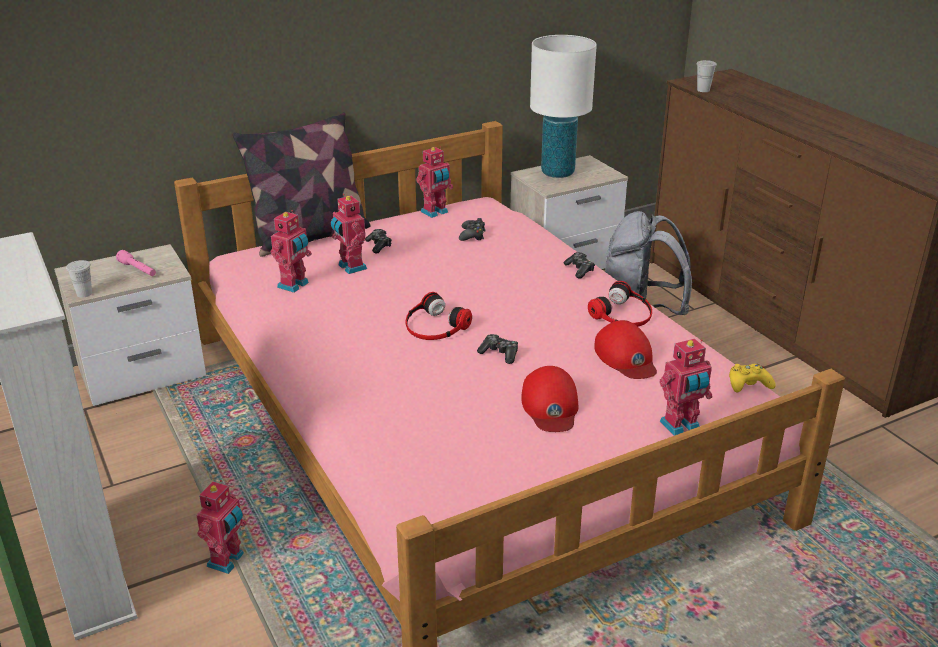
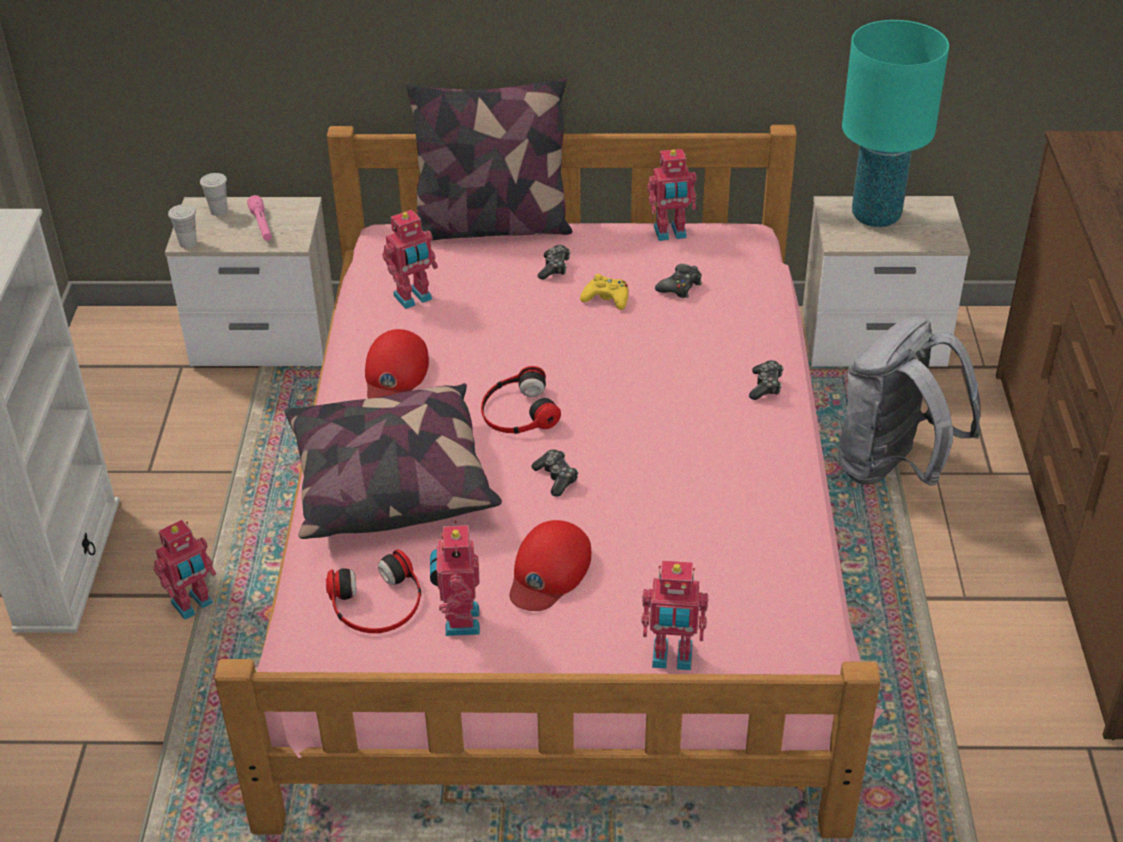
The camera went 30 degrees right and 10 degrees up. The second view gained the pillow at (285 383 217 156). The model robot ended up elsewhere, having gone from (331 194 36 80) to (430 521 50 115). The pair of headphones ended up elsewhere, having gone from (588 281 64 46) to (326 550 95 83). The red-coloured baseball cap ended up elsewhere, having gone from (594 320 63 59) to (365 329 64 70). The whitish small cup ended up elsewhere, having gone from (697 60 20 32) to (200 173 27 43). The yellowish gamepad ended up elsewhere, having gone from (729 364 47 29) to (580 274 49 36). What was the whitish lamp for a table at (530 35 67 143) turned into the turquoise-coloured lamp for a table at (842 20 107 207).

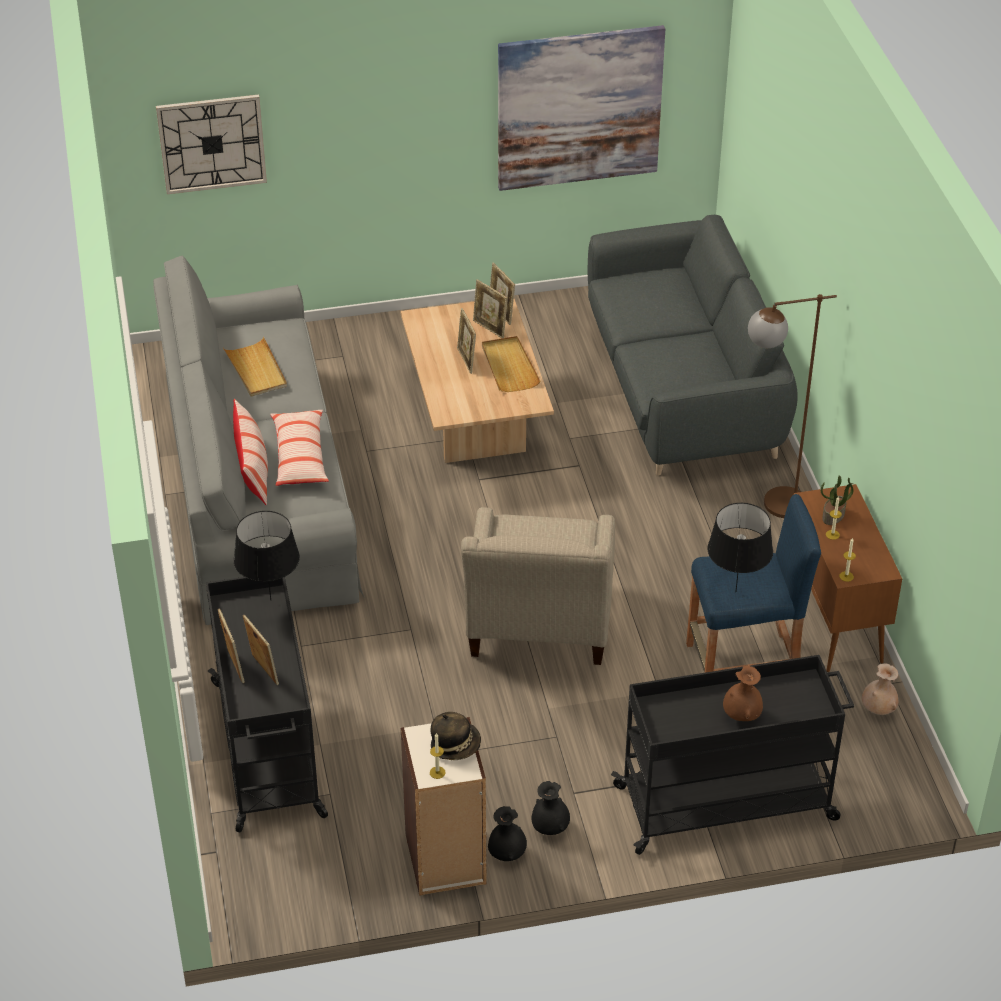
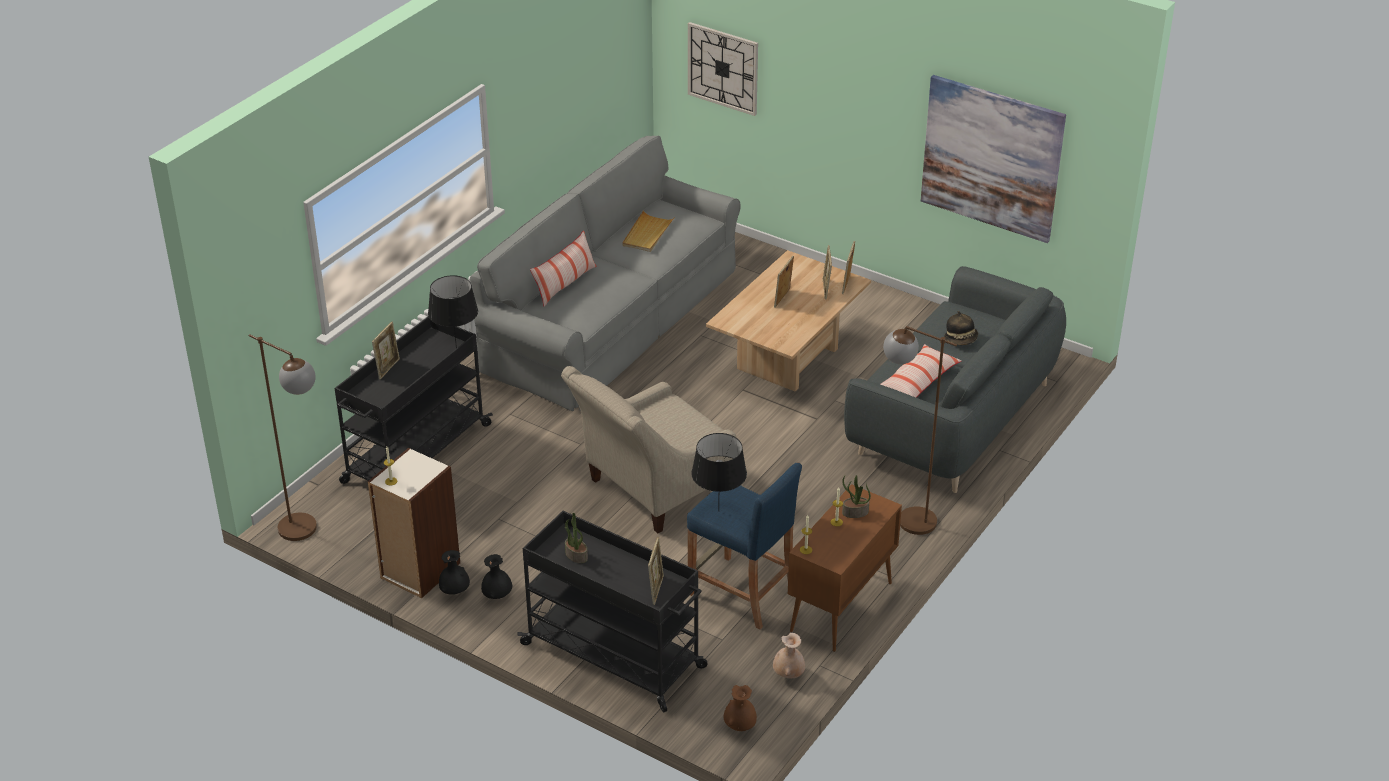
The camera went 45 degrees right and 5 degrees down. The second view lost the sand-coloured tray at (482 336 58 56). The second view gained the brown standing lamp at (249 334 68 207). The second view gained the potted plant at (565 513 23 50). The standing frame ended up elsewhere, having gone from (243 615 36 70) to (648 537 16 68). The pillow ended up elsewhere, having gone from (270 410 59 76) to (880 344 82 54). The wearable hat ended up elsewhere, having gone from (431 712 50 48) to (944 311 34 34). The brown flower vase ended up elsewhere, having gone from (723 666 40 55) to (724 685 33 46).

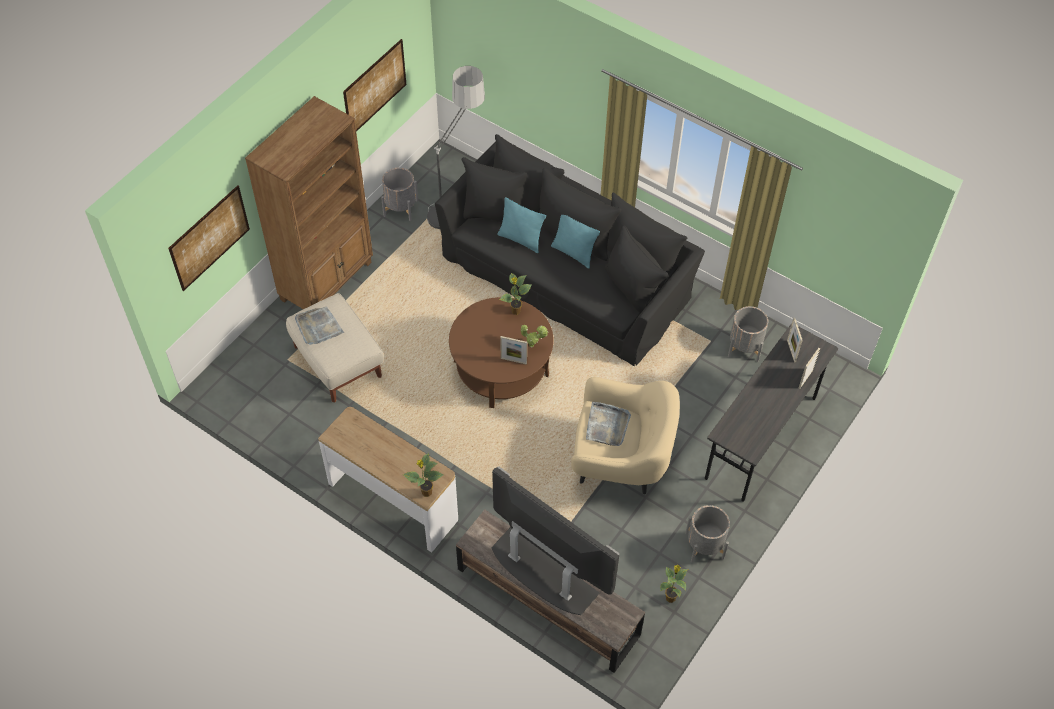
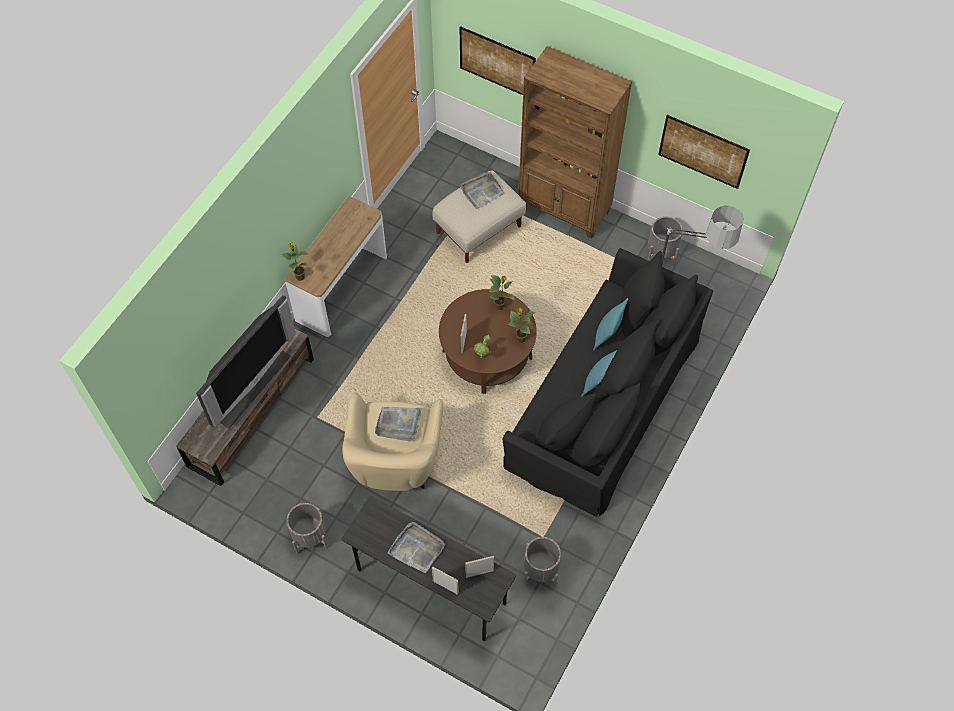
The camera went 85 degrees right and 5 degrees up. The second view gained the greyish tray at (387 522 58 51). The potted plant ended up elsewhere, having gone from (660 565 28 38) to (489 275 26 35).

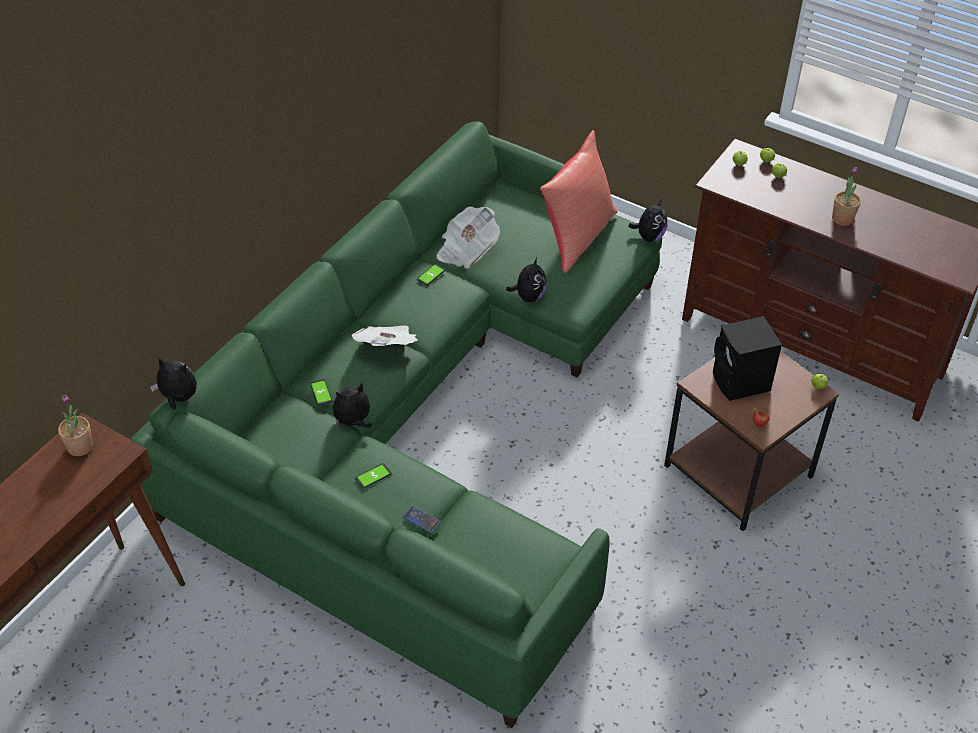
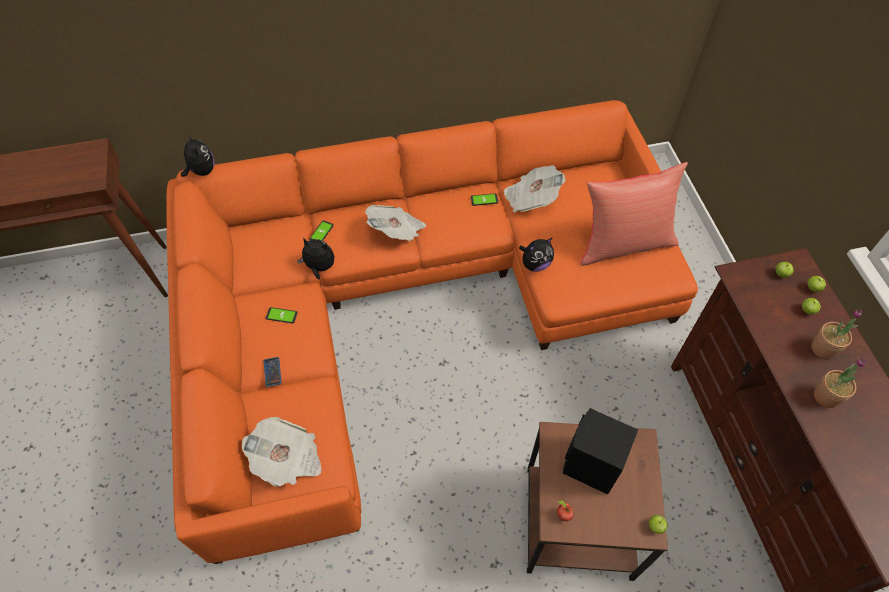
The camera went 45 degrees right and 10 degrees up. The second view lost the cuddly toy at (628 200 39 42). The second view gained the daily paper at (242 417 80 70). The potted plant ended up elsewhere, having gone from (58 395 35 61) to (811 309 51 50). What was the green couch at (130 121 532 607) turned into the orange couch at (166 100 532 464).

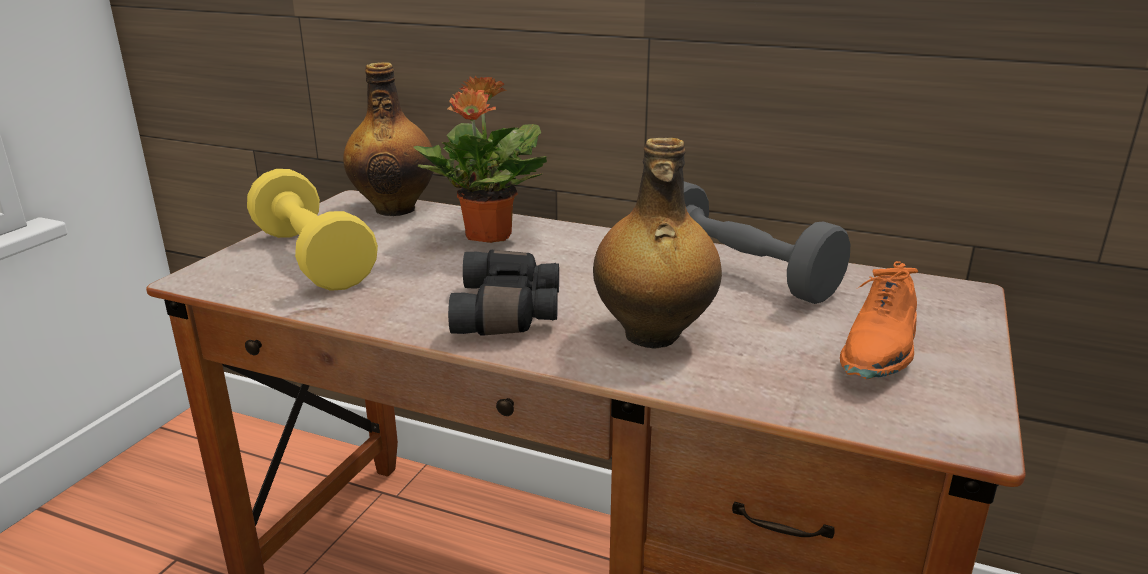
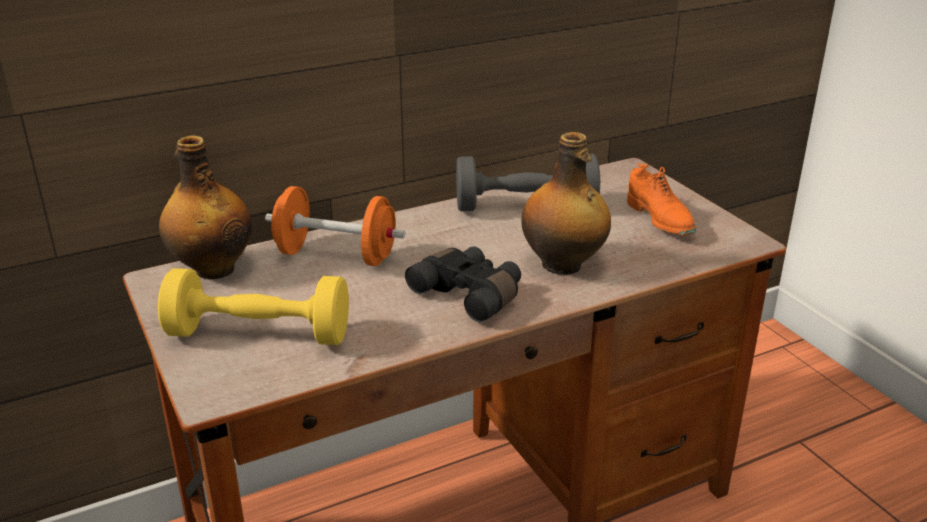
The camera went 50 degrees left and 5 degrees up. Where the potted plant stood at (413 76 134 167), the orange free weight came to stand at (265 186 140 80).

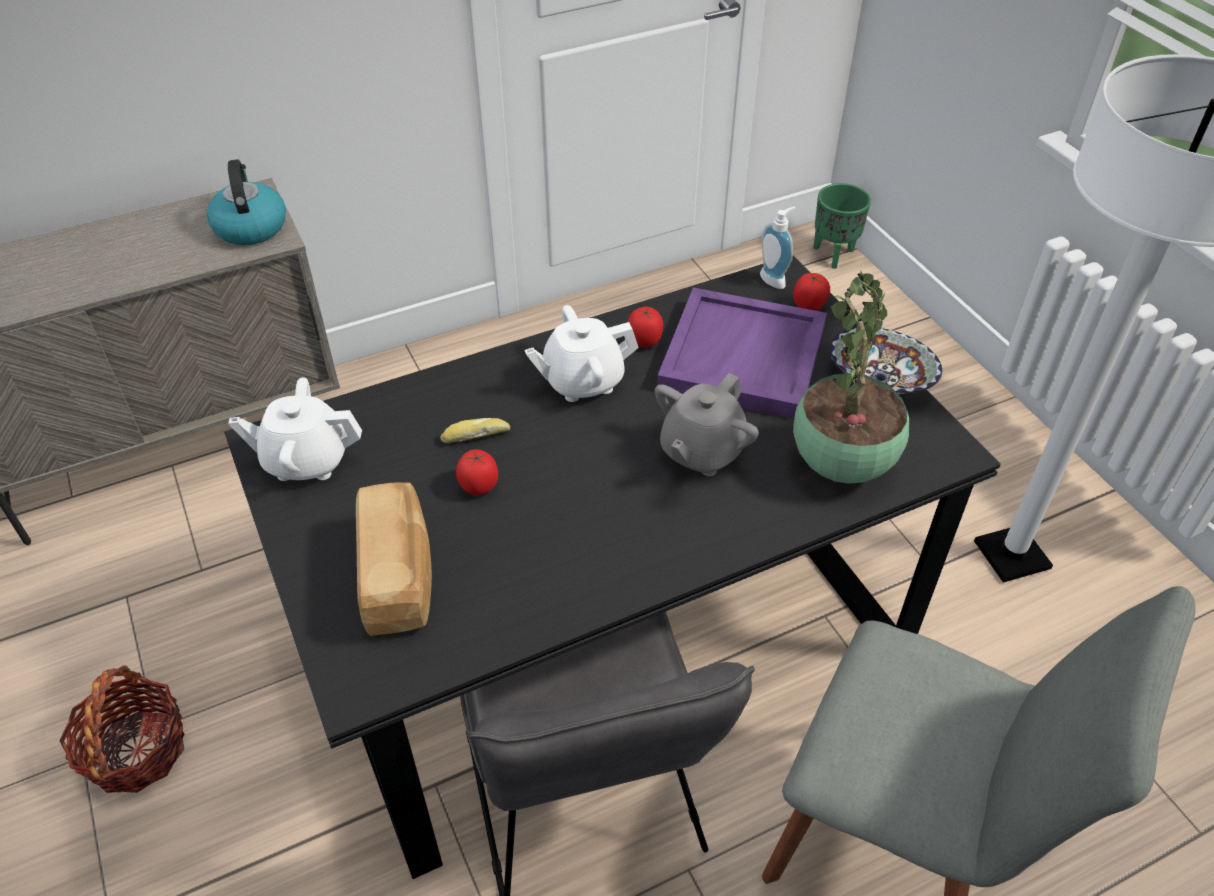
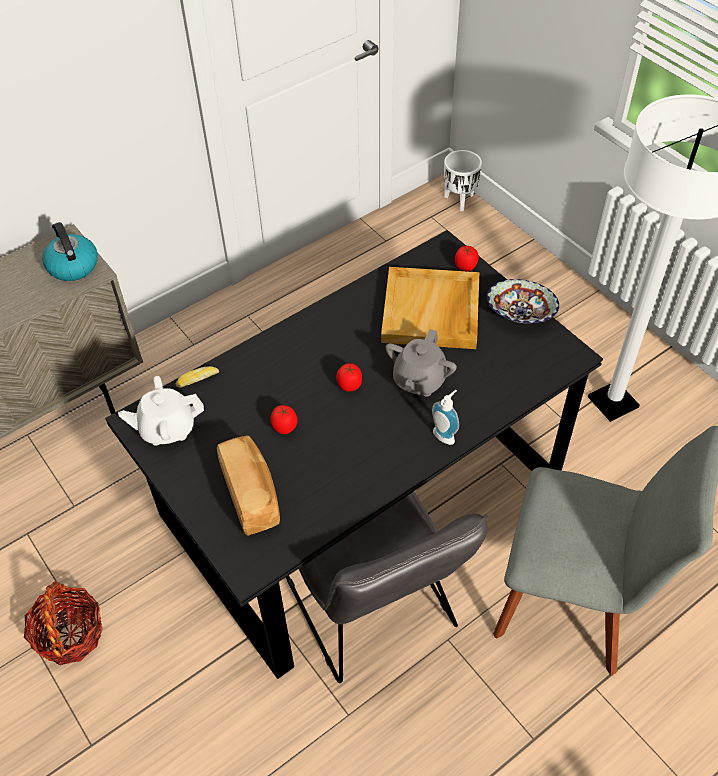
The camera went 10 degrees left and 5 degrees up. The second view lost the whitish pot for tea at (525 305 114 97). The second view lost the potted plant at (793 271 116 213). The baked bread ended up elsewhere, having gone from (440 418 70 25) to (176 366 43 22). The fresh tomato ended up elsewhere, having gone from (627 307 36 40) to (336 363 26 29). The liquid soap bottle ended up elsewhere, having gone from (760 206 36 83) to (432 390 27 55). What was the purple tray at (657 288 170 131) turned into the sand-coloured tray at (381 267 98 82). What was the green plant pot at (813 183 58 86) turned into the whitish plant pot at (444 150 38 61).

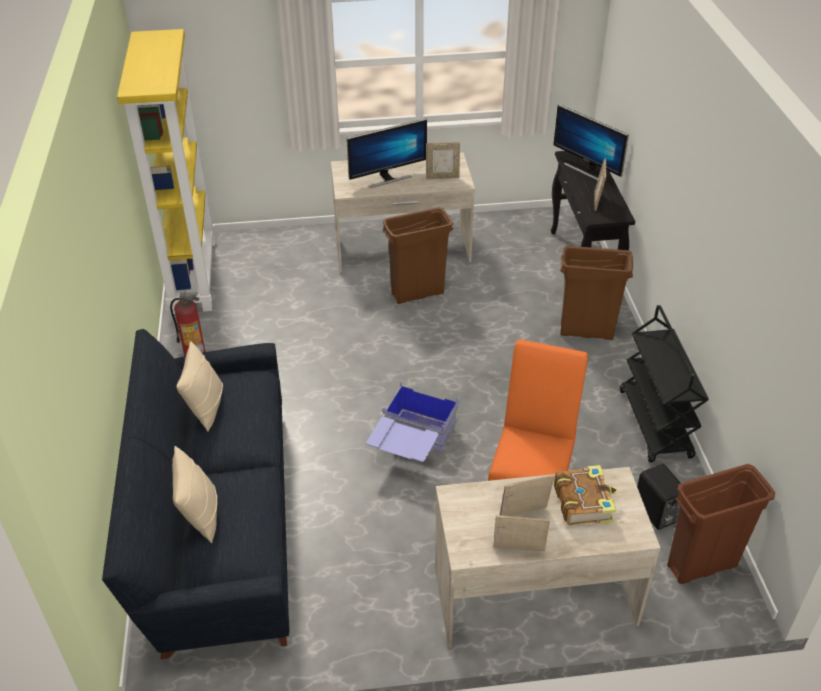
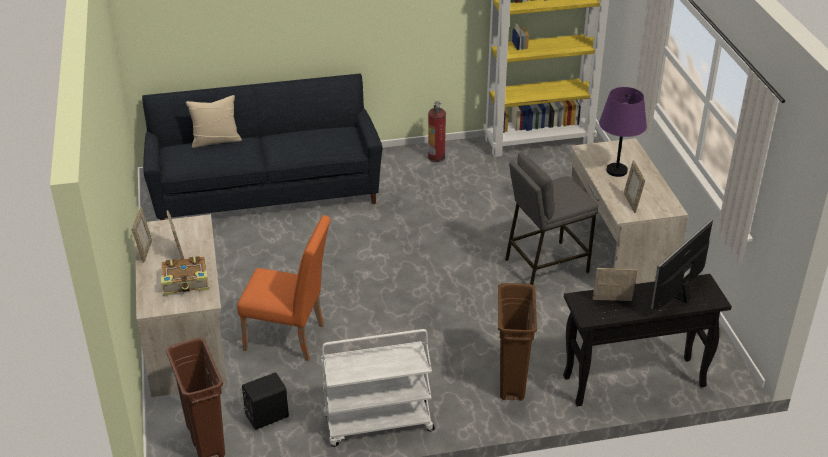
The camera went 85 degrees right and 5 degrees down. The second view lost the sand-coloured pillow at (177 341 46 91). The second view lost the blue storage bin at (366 380 94 82). Where the computer screen stood at (346 119 81 69), the purple lamp for a table came to stand at (599 87 48 90). Where the brown trash can stood at (382 207 71 97), the greyish stool seat came to stand at (505 152 93 133). What was the blackish wheeled cart at (620 305 89 157) turned into the whitish wheeled cart at (321 329 114 118).

